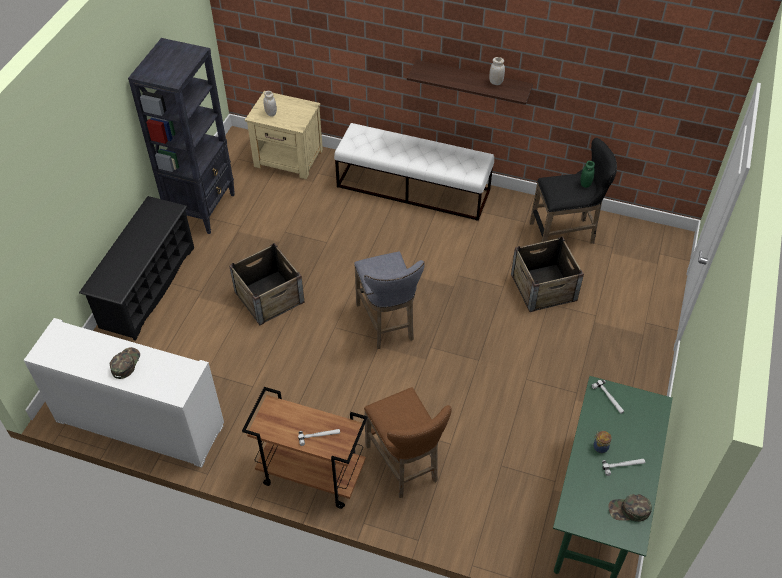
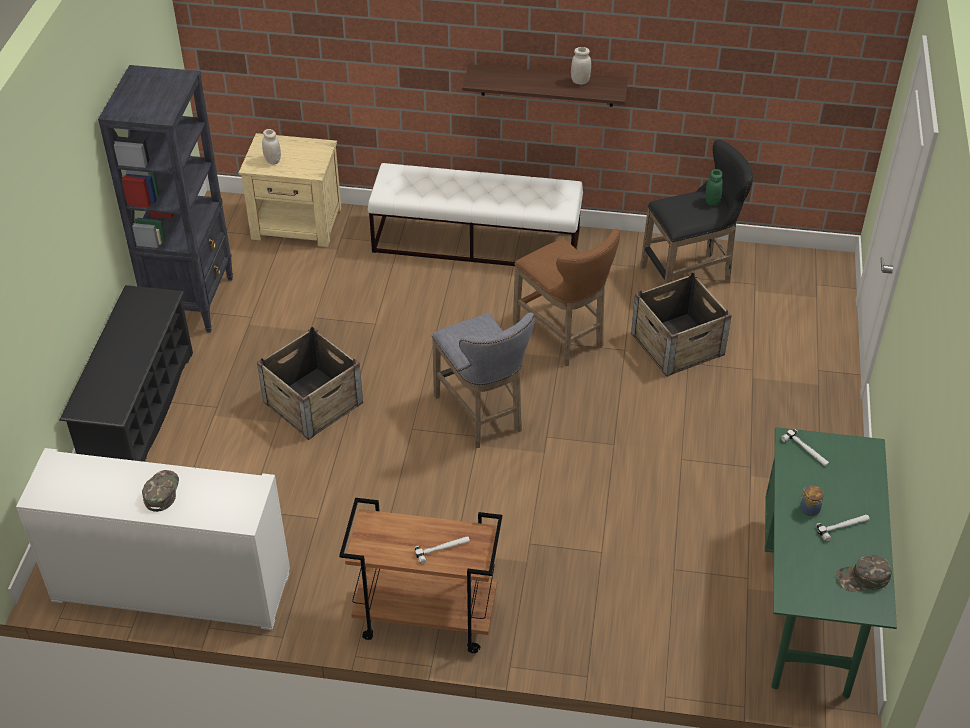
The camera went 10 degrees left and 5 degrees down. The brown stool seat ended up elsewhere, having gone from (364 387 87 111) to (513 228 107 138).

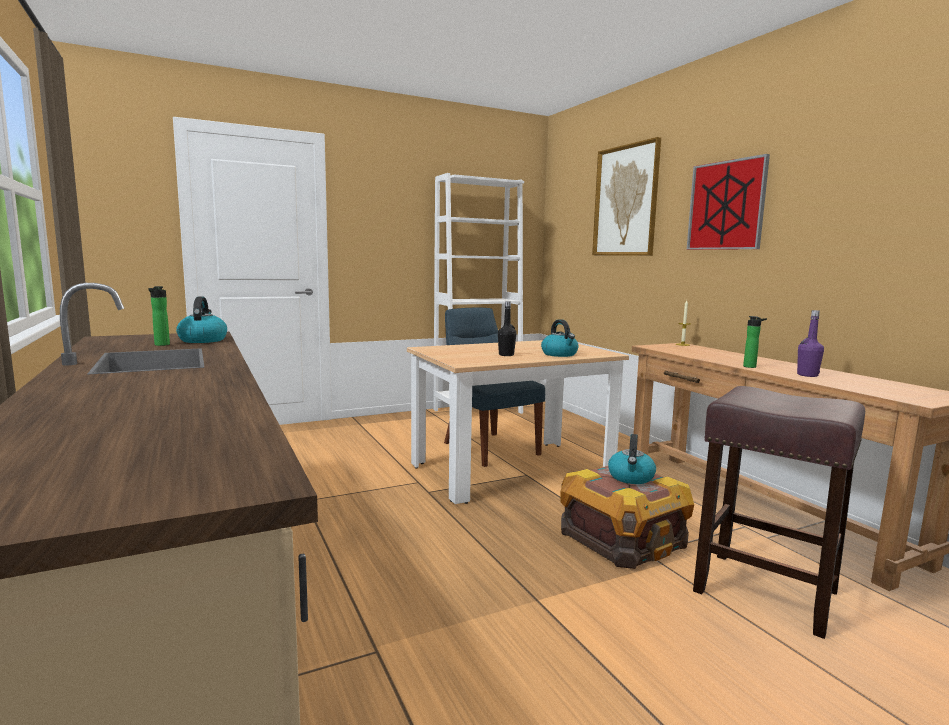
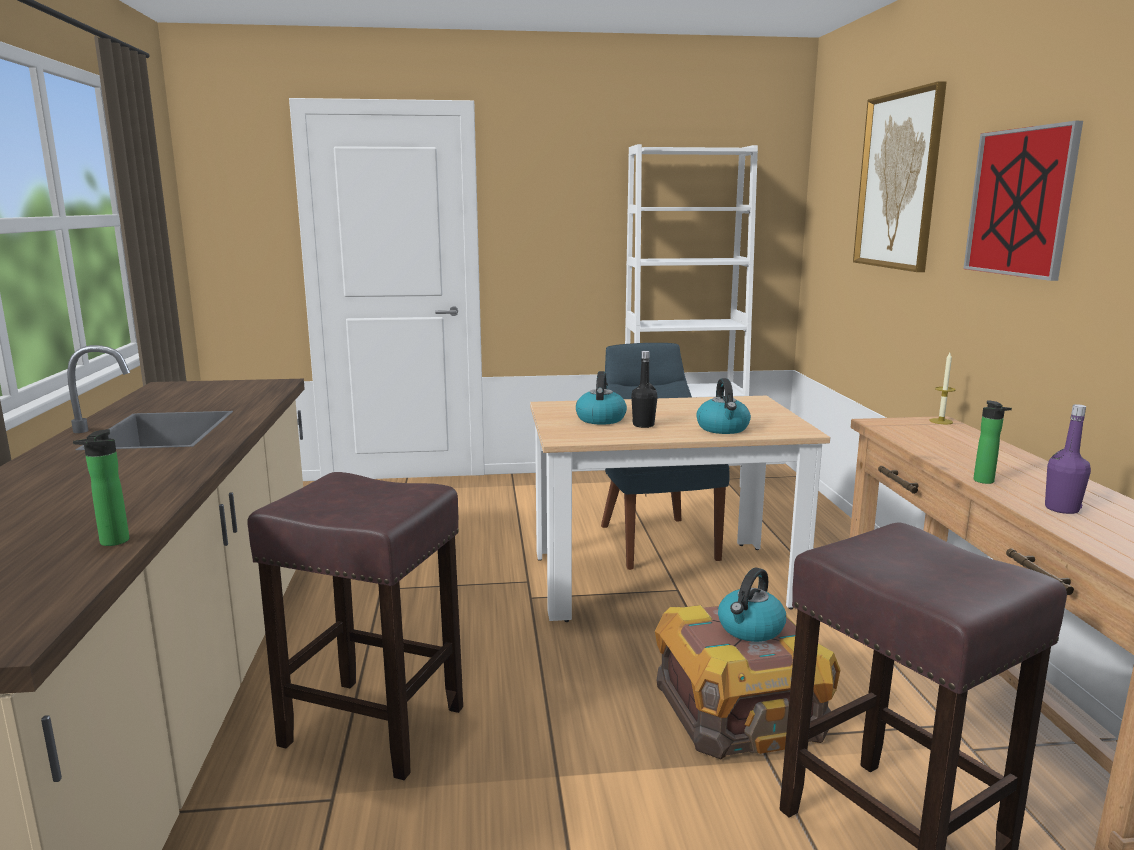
The camera went 20 degrees right and 5 degrees up. The second view gained the brown stool seat at (247 472 216 308). The drink bottle ended up elsewhere, having gone from (148 286 22 60) to (73 429 56 117). The water kettle ended up elsewhere, having gone from (176 297 51 46) to (576 371 51 54).

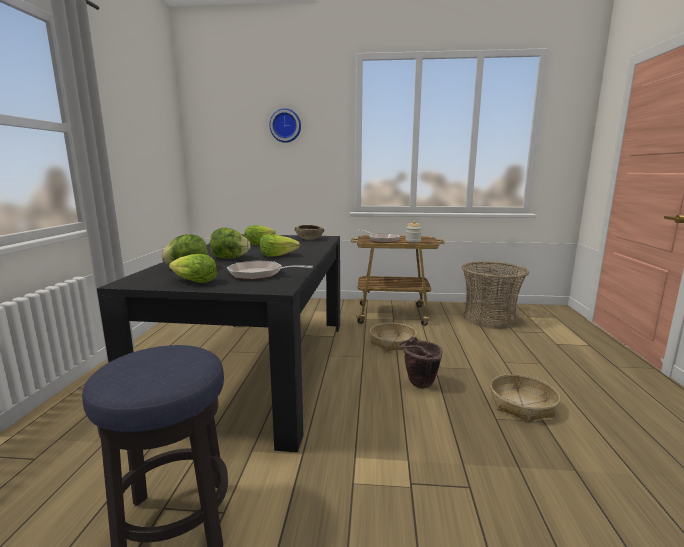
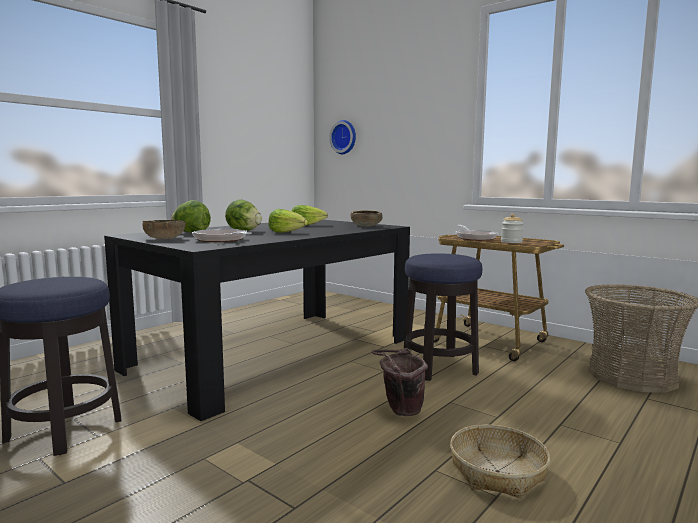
The camera went 35 degrees right and 5 degrees down. The wall clock ended up elsewhere, having gone from (269 108 32 35) to (329 120 27 34). Where the head of lettuce stood at (169 254 48 29), the brown serving bowl came to stand at (142 220 44 19). Where the basket stood at (370 323 47 29), the stool seat came to stand at (404 253 78 128).

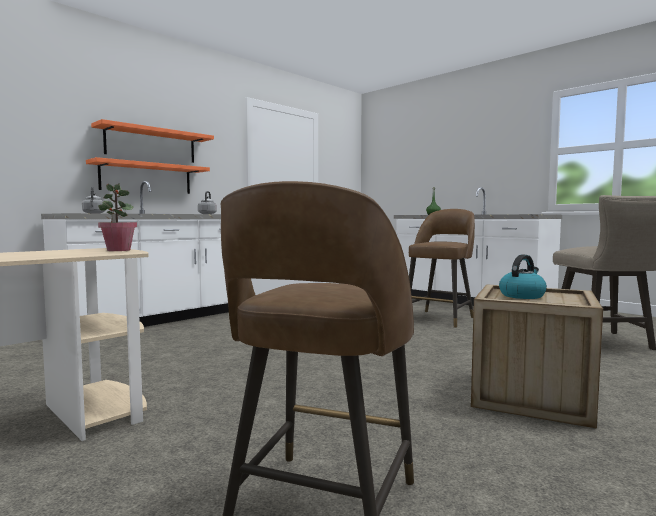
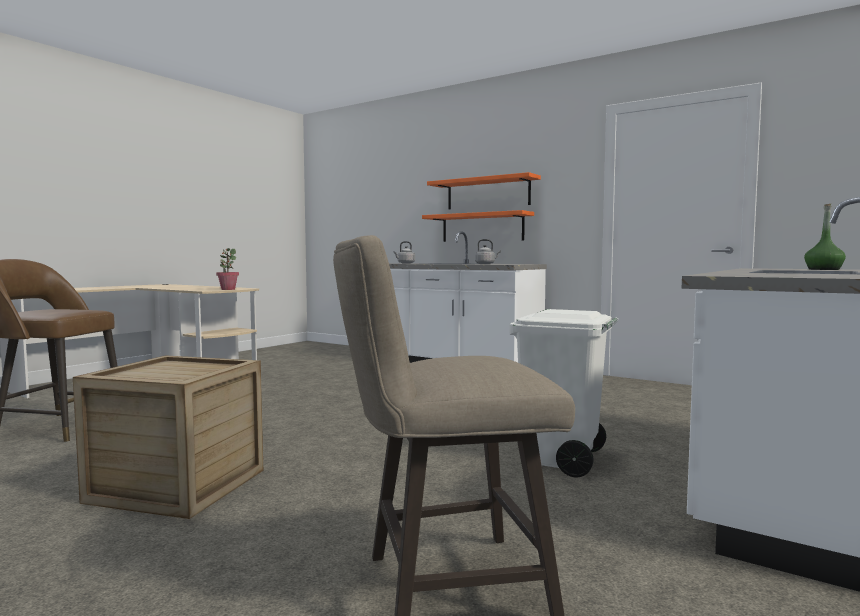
The camera went 80 degrees right and 0 degrees up. The second view lost the water kettle at (499 254 48 45). Where the brown stool seat stood at (409 209 66 119), the whitish trash can came to stand at (509 309 109 169).

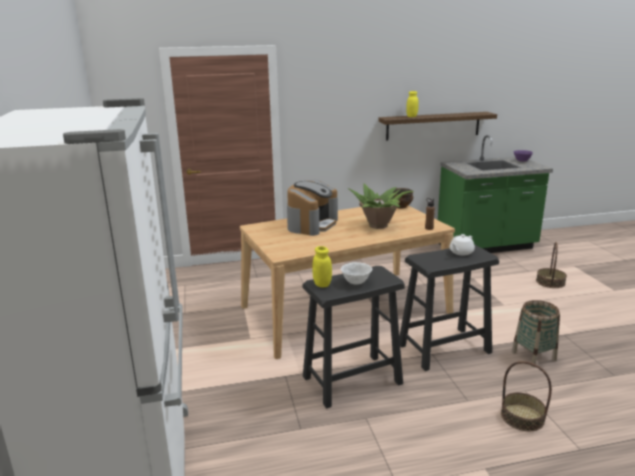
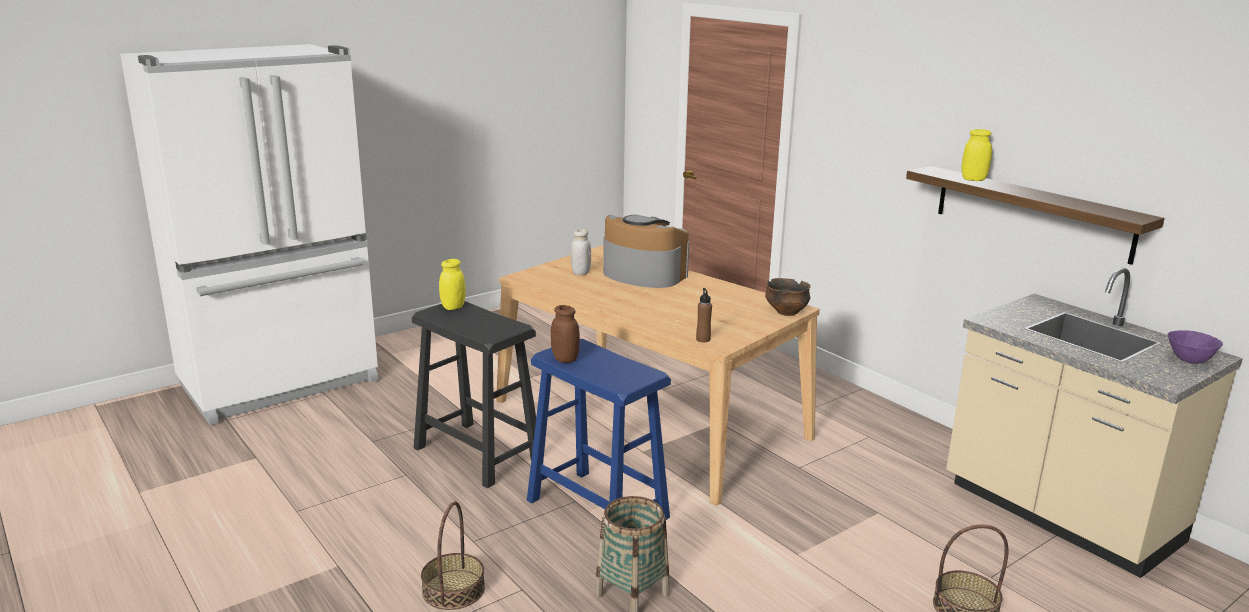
The camera went 65 degrees right and 0 degrees up. The second view lost the whitish serving bowl at (341 262 31 23). The second view lost the potted plant at (348 184 66 45). The second view lost the whitish pot for tea at (449 234 26 22). The second view gained the brown jar at (551 305 29 58). The second view gained the whitish jar at (570 229 21 46). What was the blackish stool seat at (399 244 100 127) turned into the blue stool seat at (527 339 144 181). What was the green kitchen counter at (438 135 115 118) turned into the sand-coloured kitchen counter at (946 268 297 310). The coffee brewer at (287 180 51 56) ended up facing another way, 150 degrees counterclockwise from before.

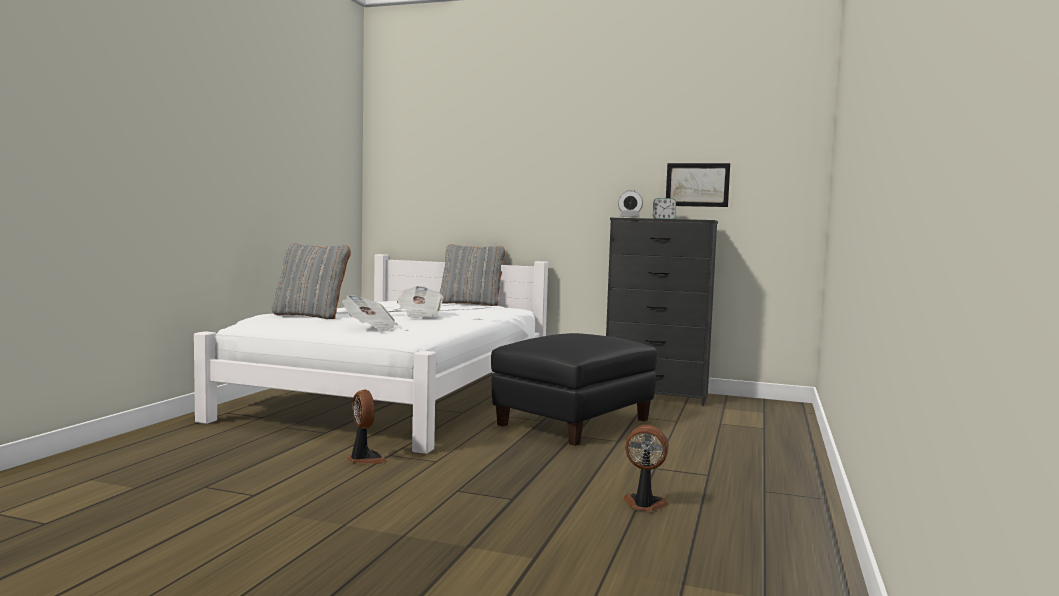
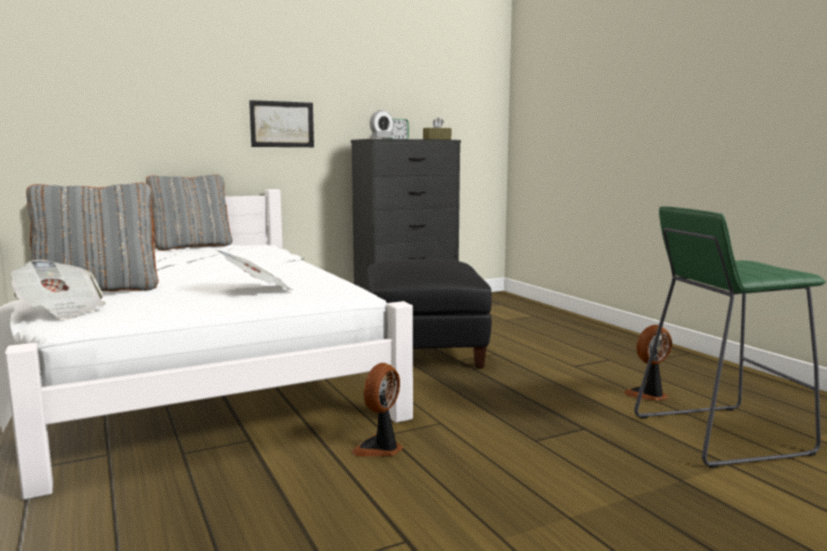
The camera went 45 degrees left and 5 degrees up. The second view gained the brown tissue holder at (423 117 28 23). The second view gained the green stool seat at (634 206 192 262). The daily paper ended up elsewhere, having gone from (397 286 47 32) to (11 260 95 59). The wall art ended up elsewhere, having gone from (666 163 64 44) to (249 100 65 47). The fan at (347 389 40 75) ended up facing another way, 75 degrees counterclockwise from before.

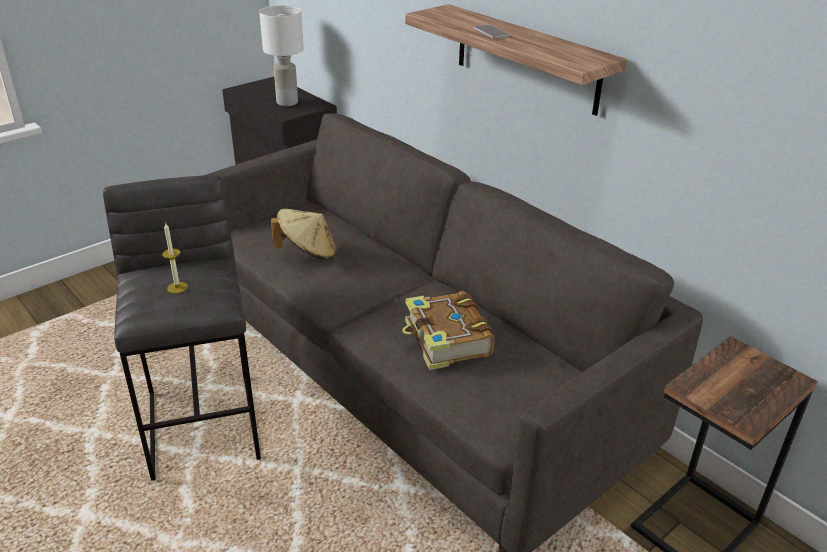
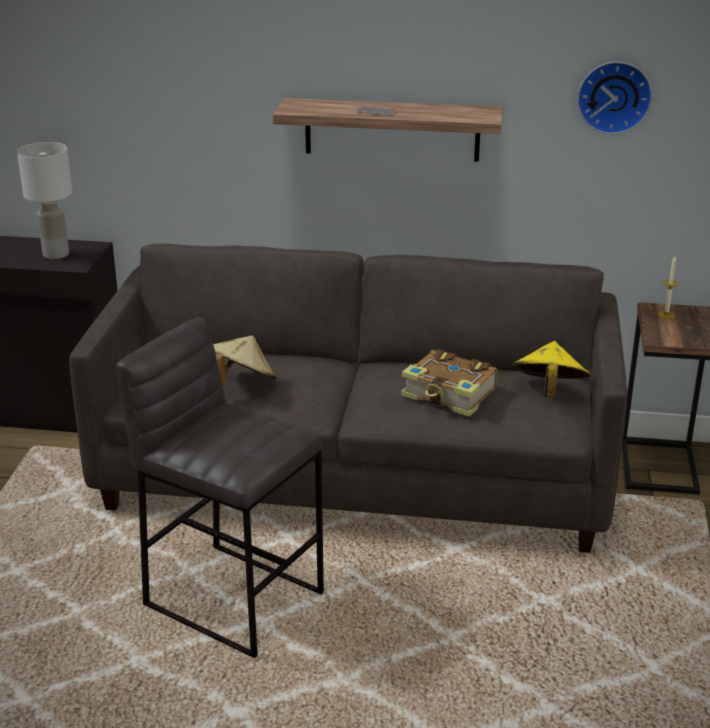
The camera went 40 degrees left and 5 degrees down. The second view gained the yellowish wearable hat at (512 341 78 57). The second view gained the wall clock at (577 62 75 72). The wax light ended up elsewhere, having gone from (162 223 26 71) to (658 256 21 63).

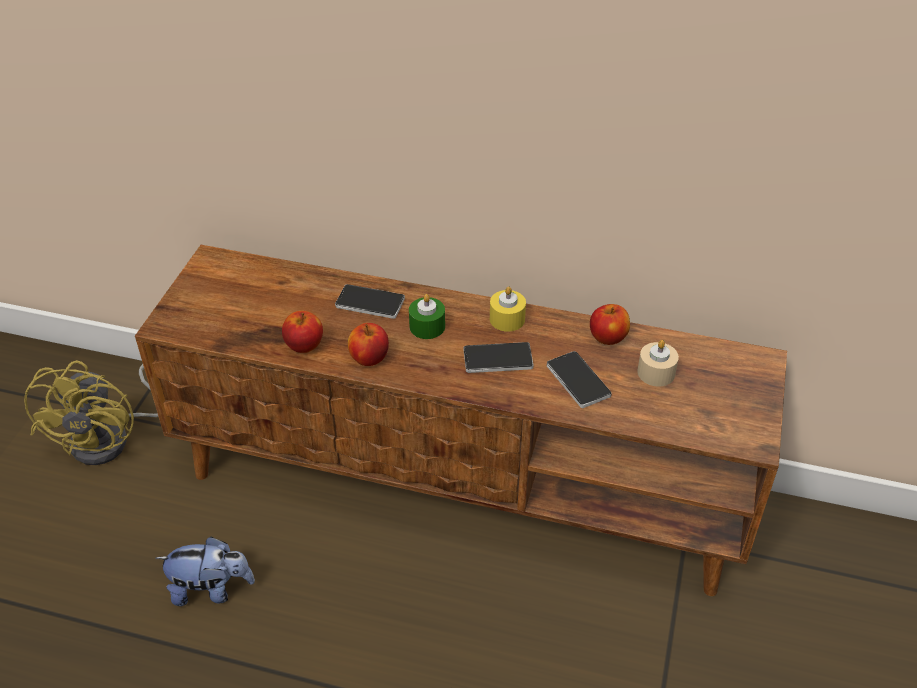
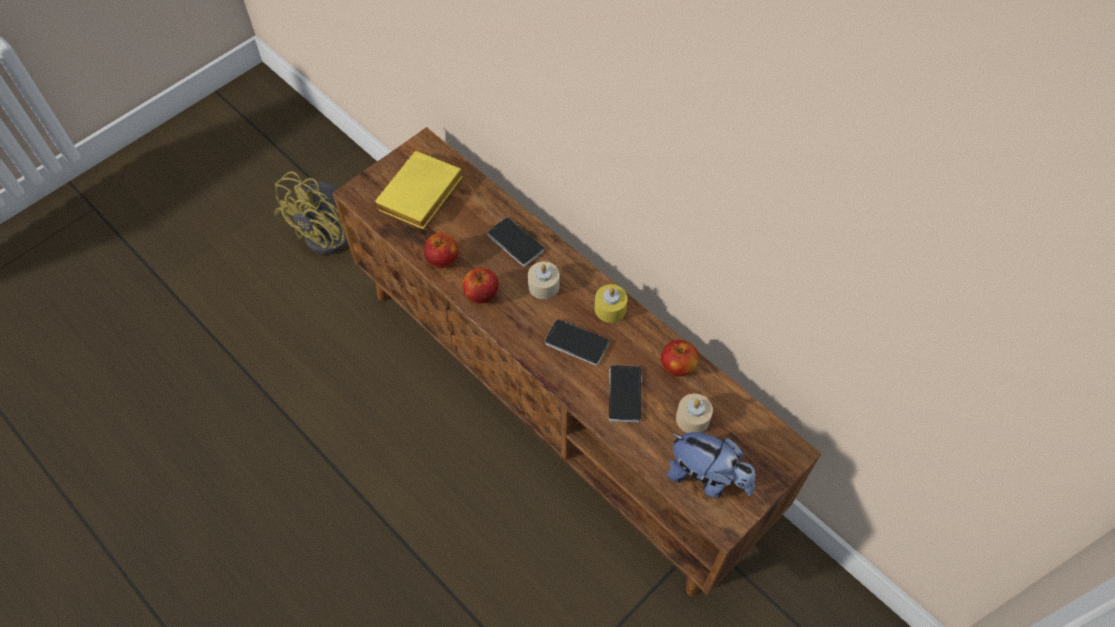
The camera went 30 degrees right and 15 degrees up. The second view gained the yellowish bound book at (374 151 89 78). The cuddly toy ended up elsewhere, having gone from (155 536 100 70) to (668 432 87 66). What was the green wax light at (409 294 36 45) turned into the sand-coloured wax light at (528 262 32 37).

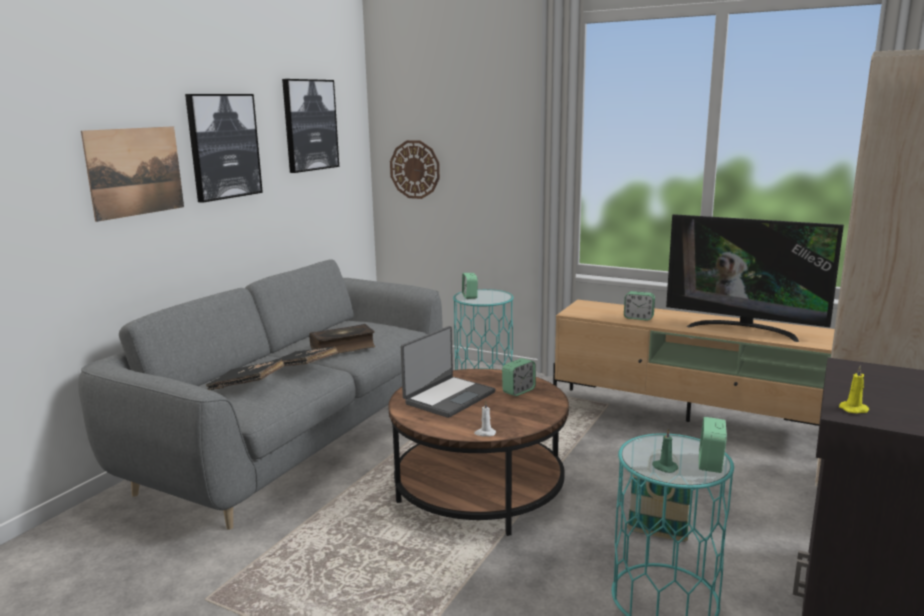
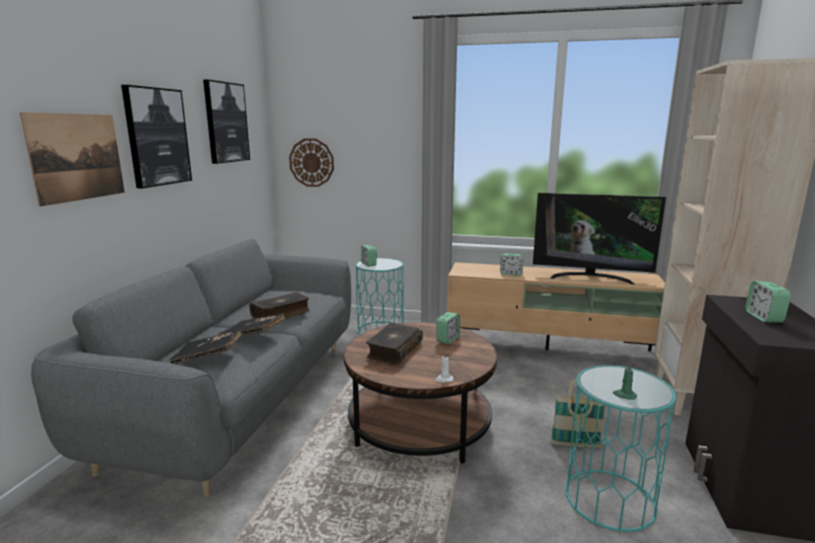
The camera went 15 degrees left and 0 degrees up. The second view lost the yellowish wax light at (839 365 30 48). The table clock ended up elsewhere, having gone from (699 417 28 56) to (745 281 46 42). Where the portable computer stood at (401 326 95 92), the bound book came to stand at (366 322 57 43).

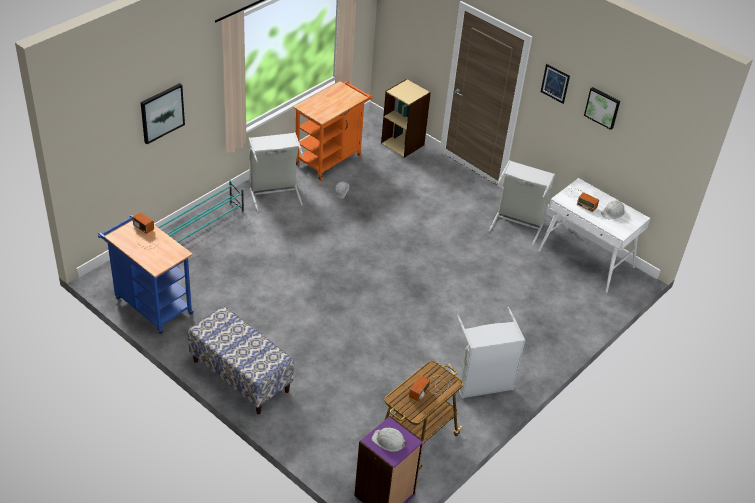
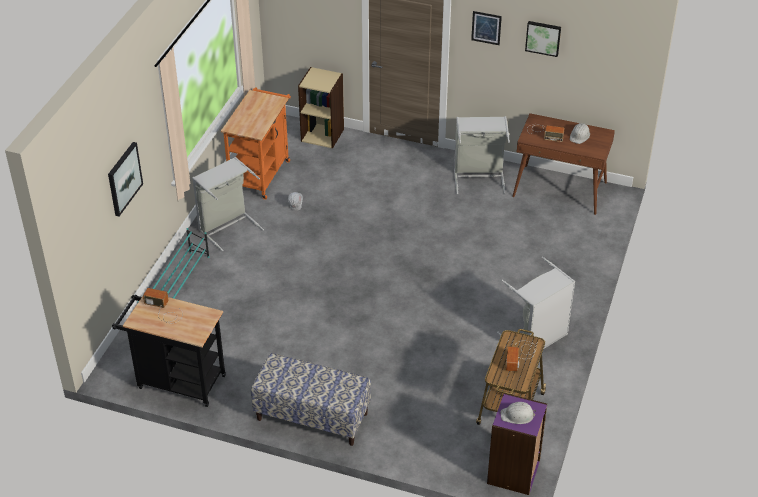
The camera went 20 degrees left and 0 degrees up. What was the blue wheeled cart at (98 215 95 120) turned into the blackish wheeled cart at (112 295 114 112). What was the whitish desk unit at (538 178 112 114) turned into the brown desk unit at (512 113 103 102).

